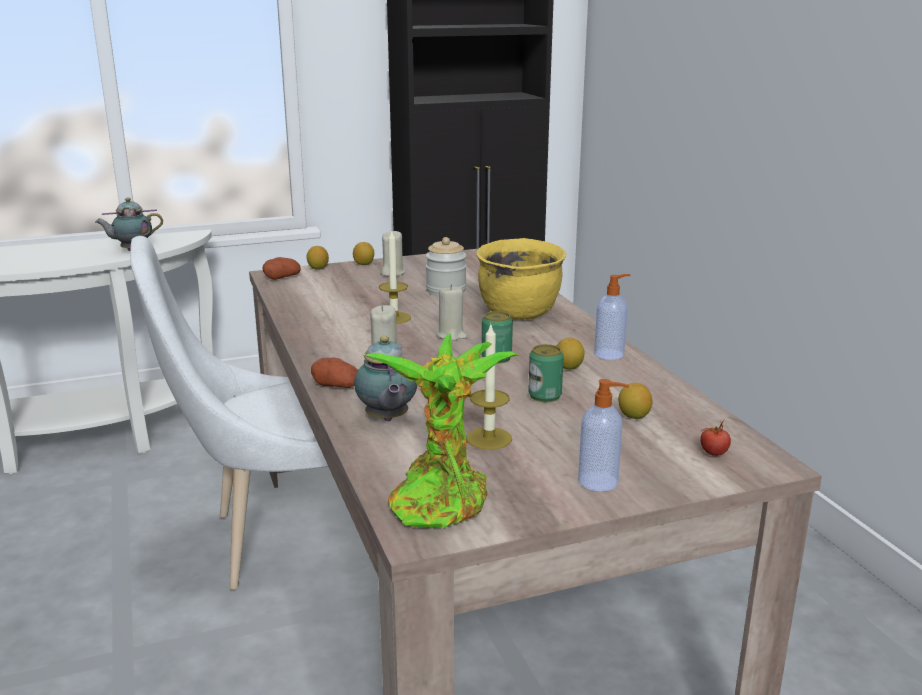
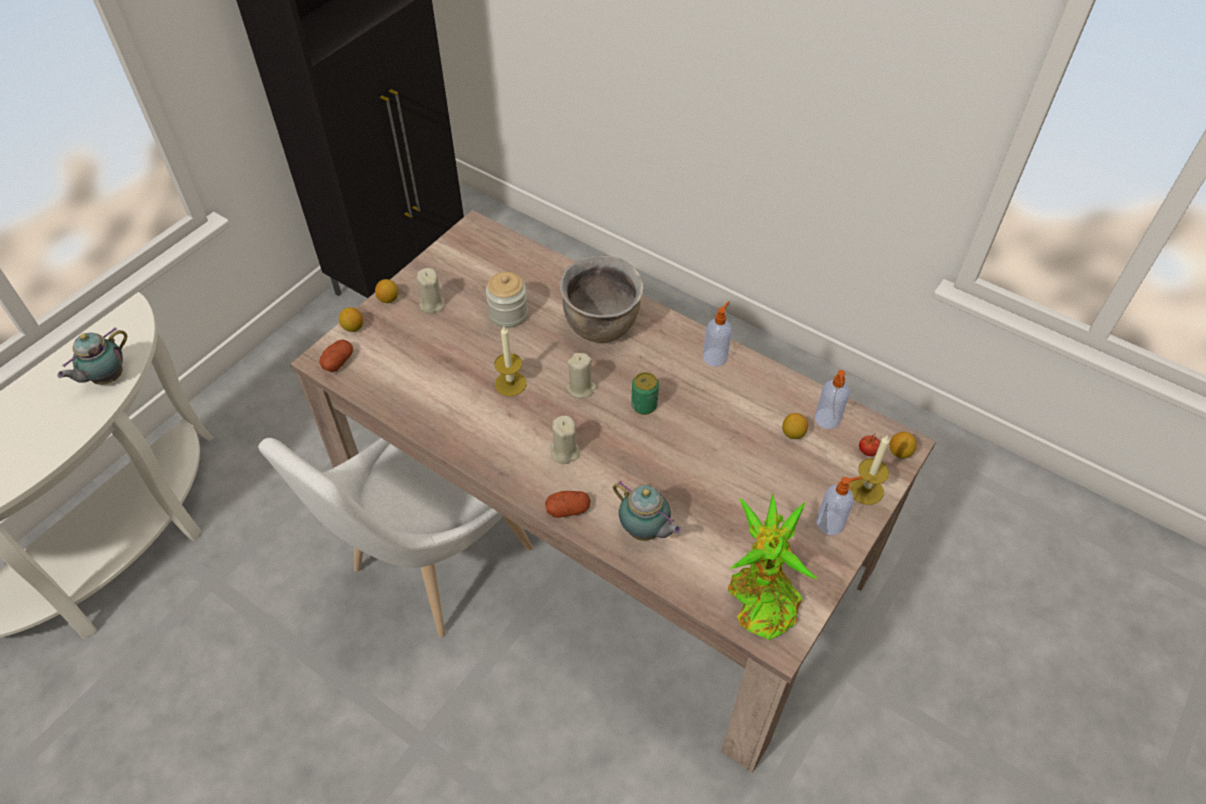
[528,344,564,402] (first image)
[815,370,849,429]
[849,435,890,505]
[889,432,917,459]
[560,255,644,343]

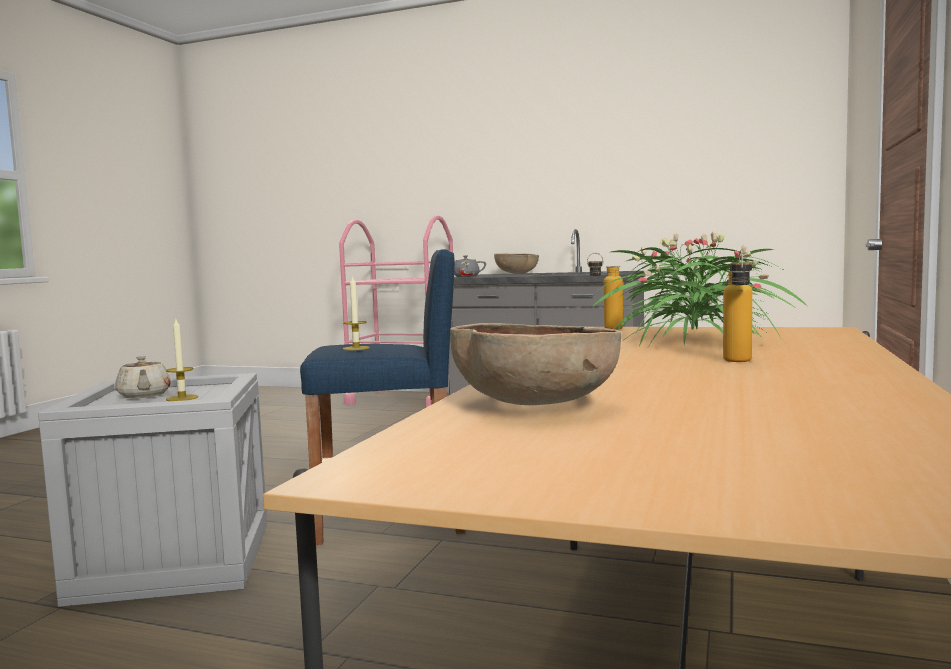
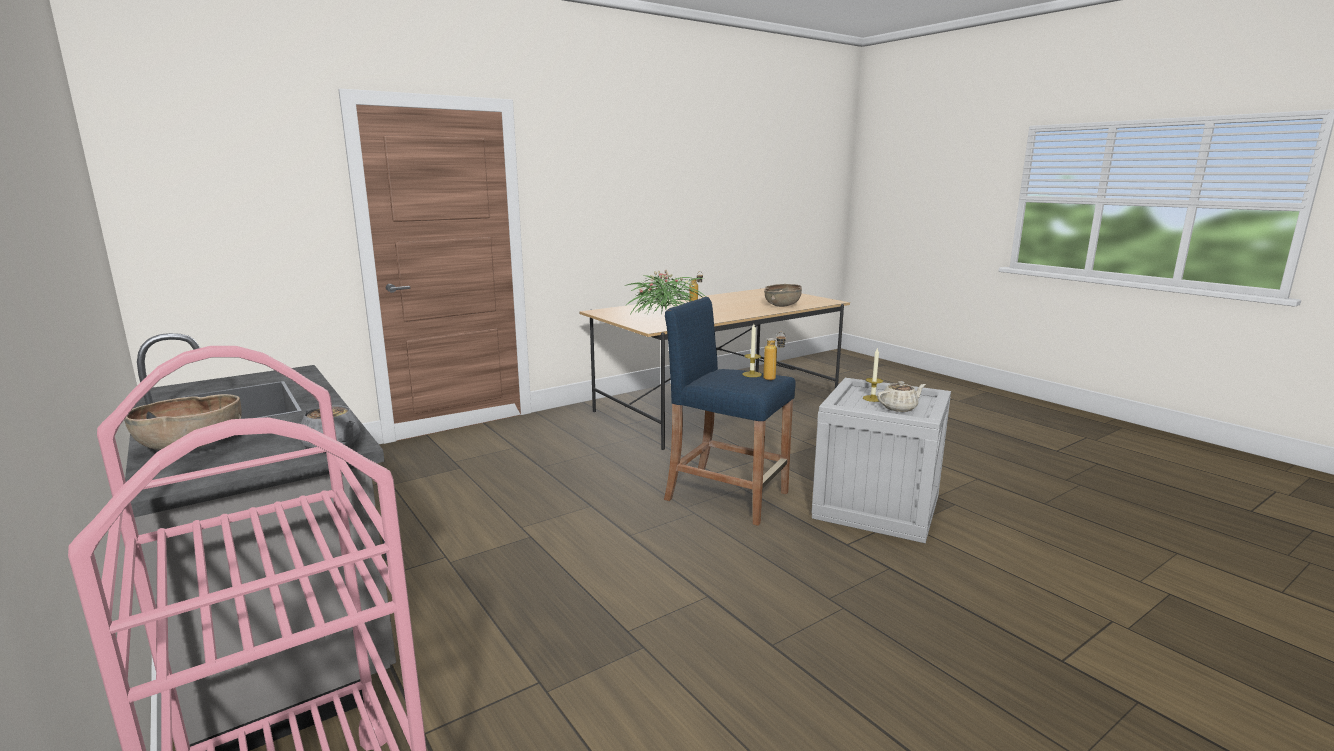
[763,332,786,380]
[877,381,926,412]

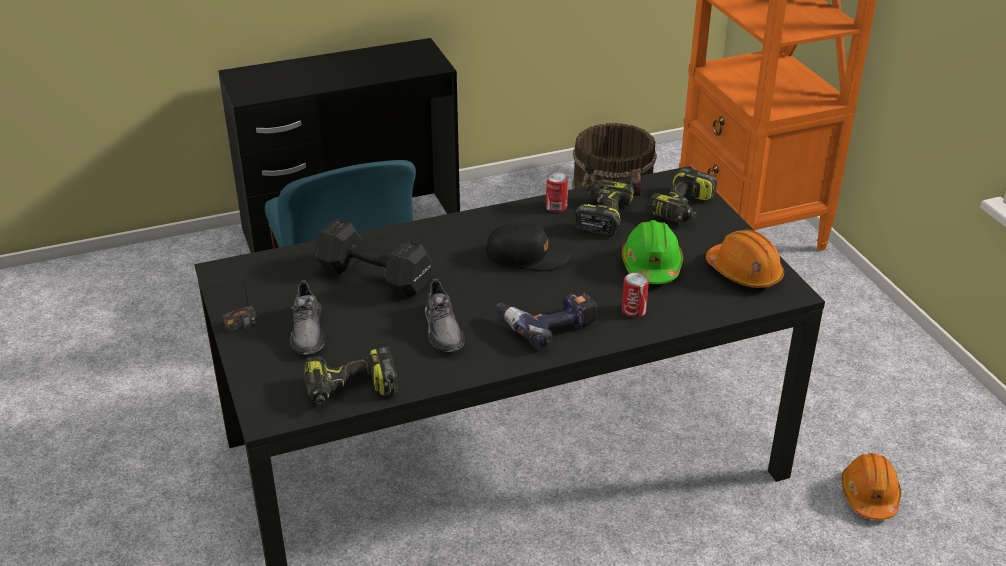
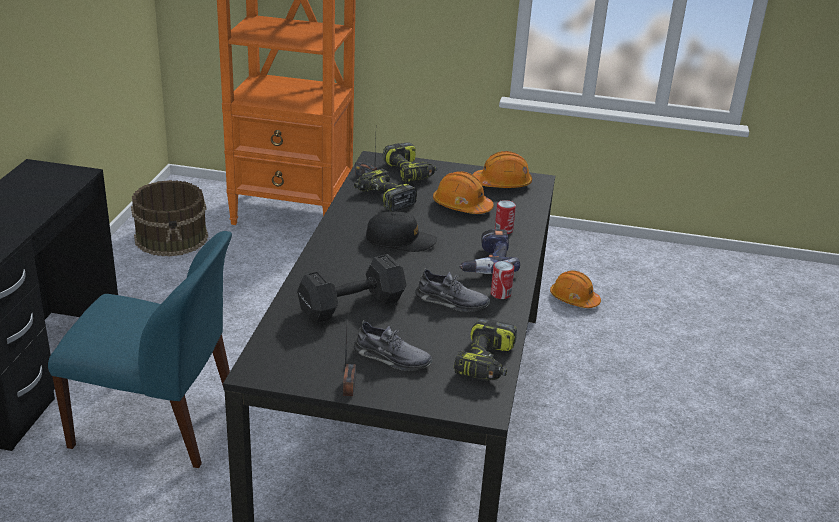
[491,261,514,299]
[433,171,494,214]
[366,212,437,252]

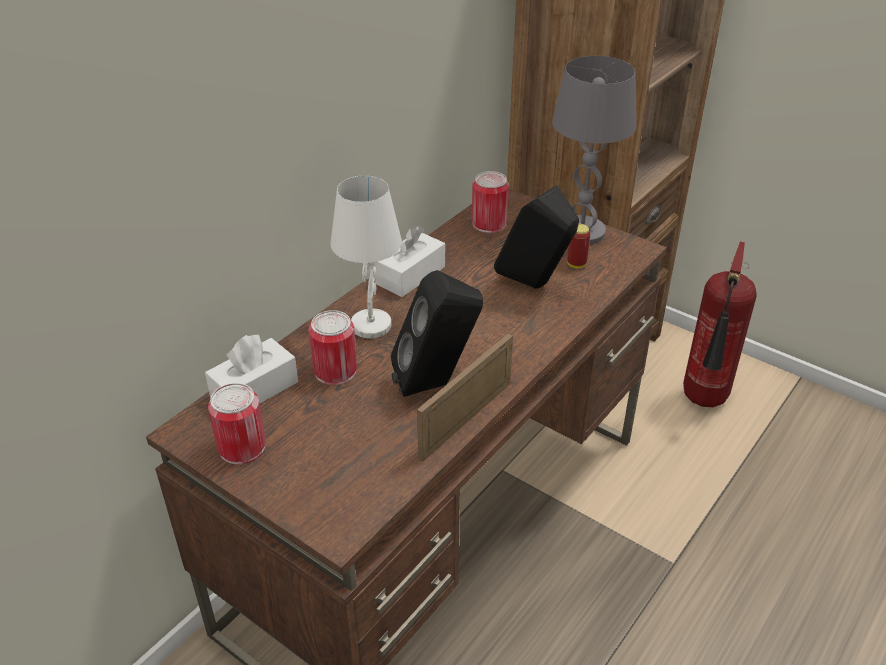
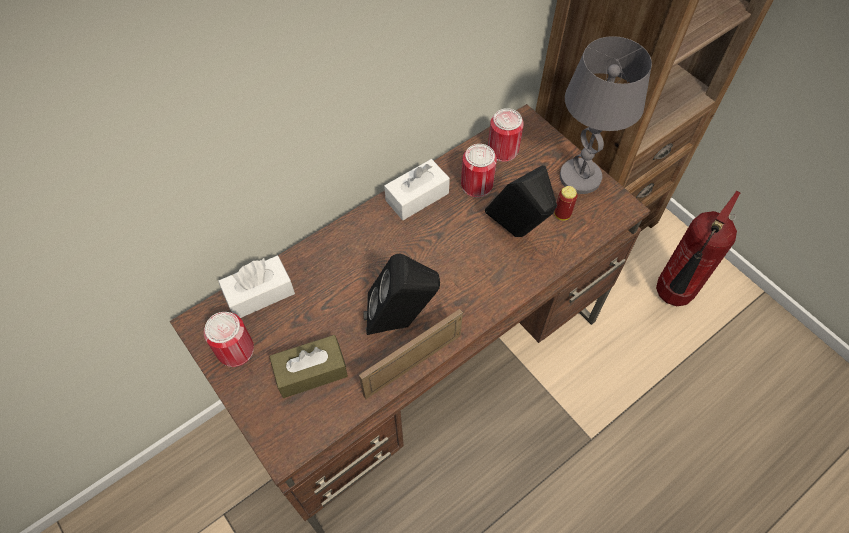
[330,176,402,338] (first image)
[269,335,348,398]
[461,144,497,198]

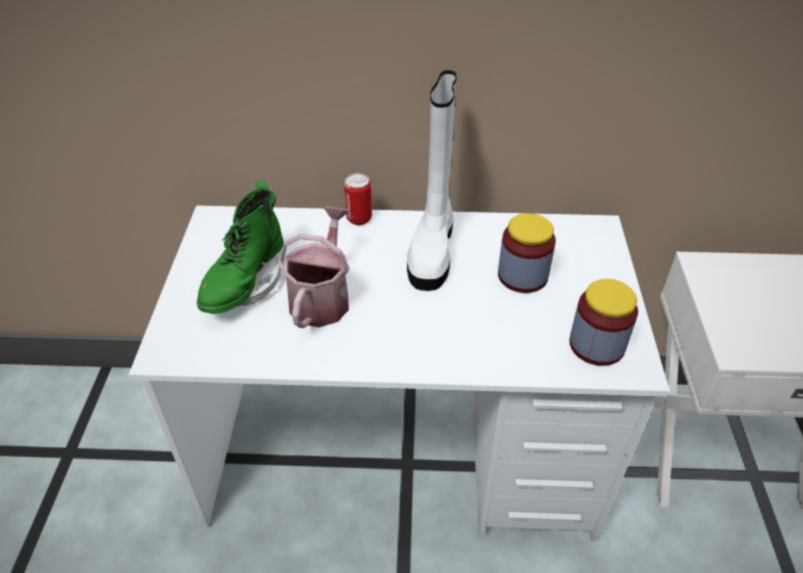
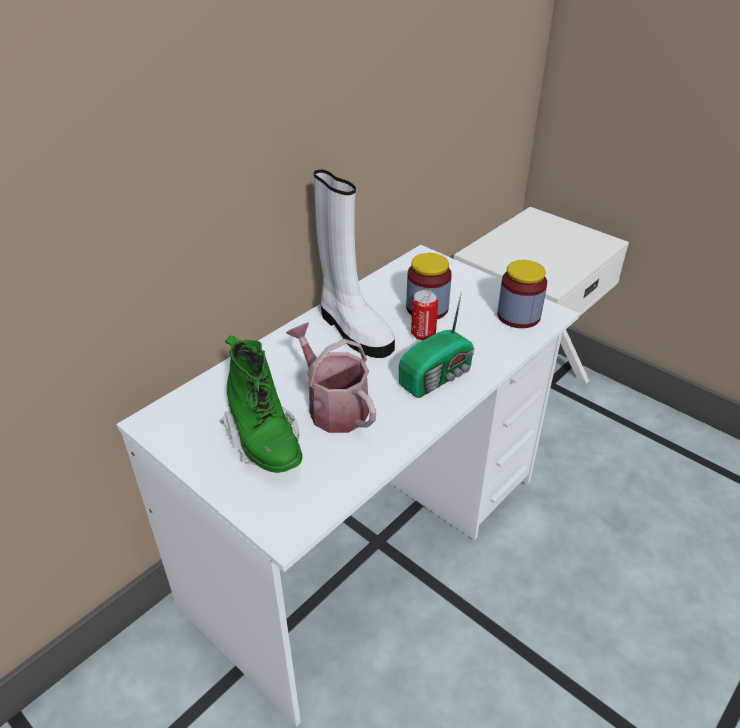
[399,292,474,398]
[411,290,438,340]

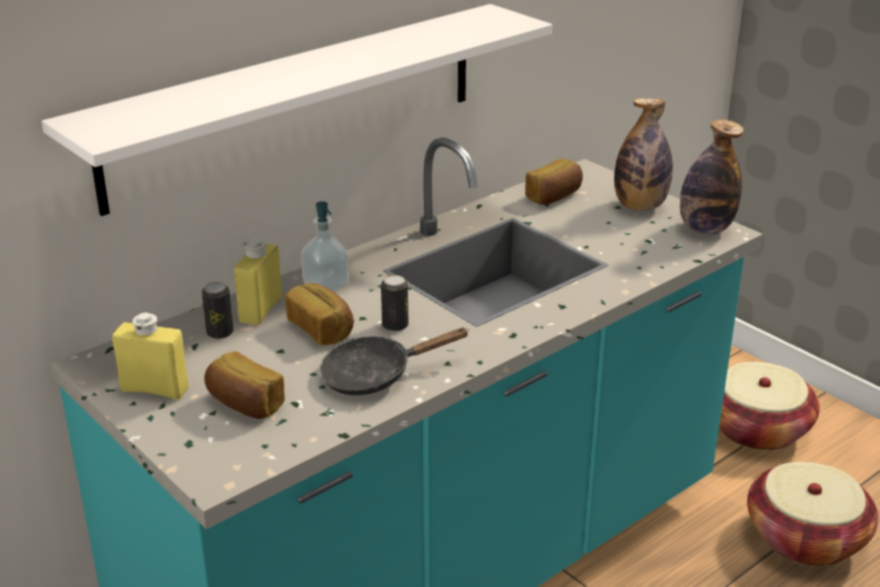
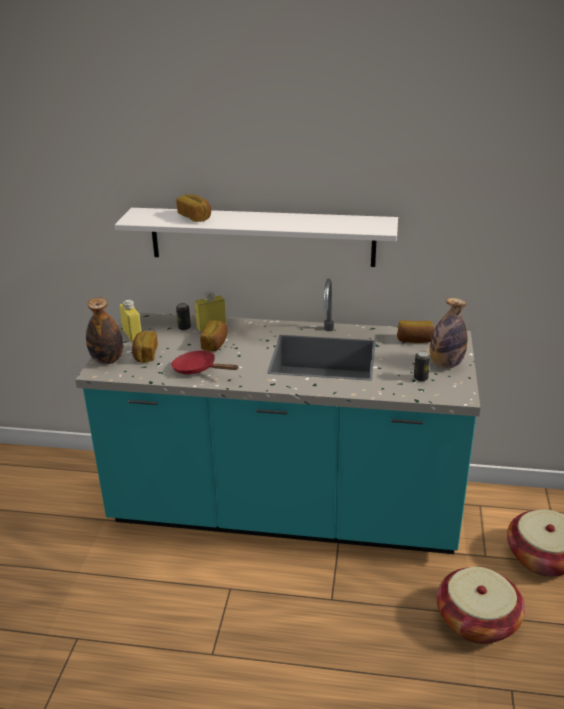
[301,201,349,292] (first image)
[176,194,211,222]
[414,351,430,382]
[86,298,123,364]
[172,350,238,374]

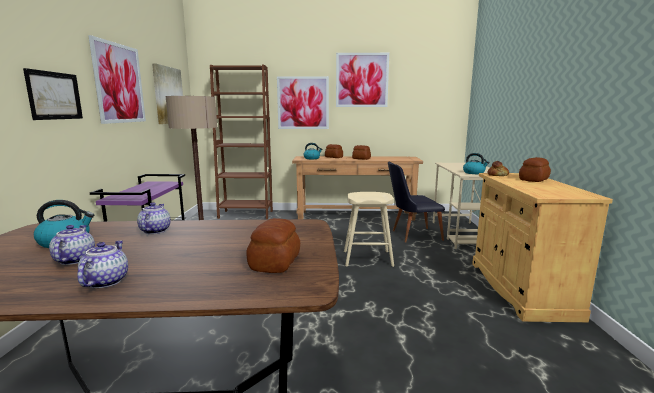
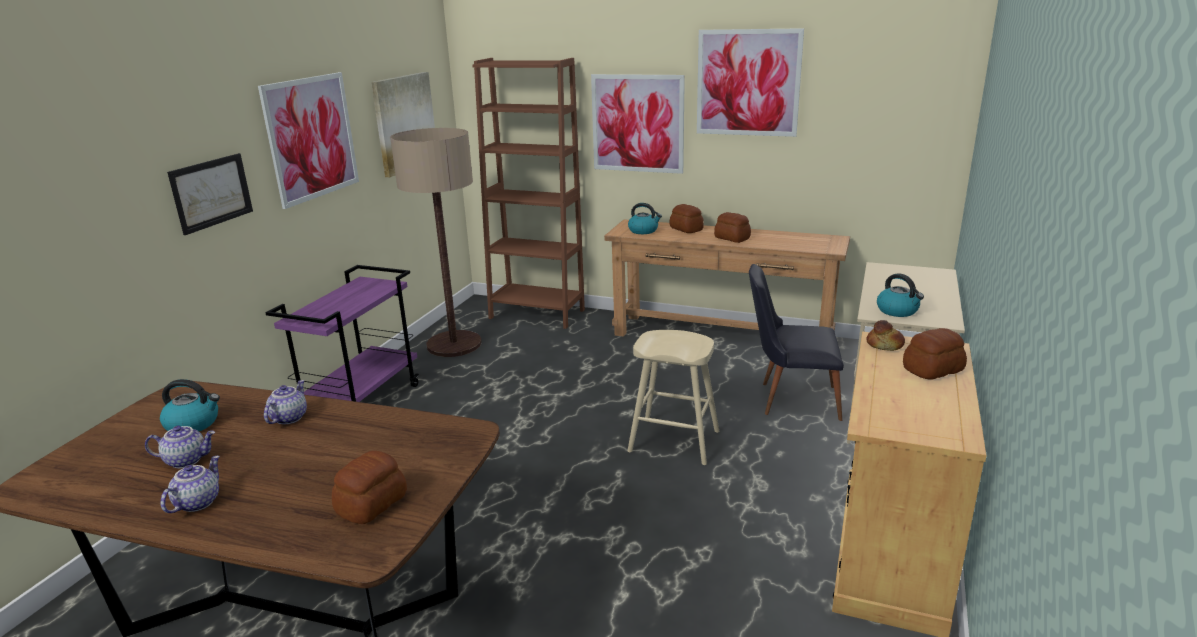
[145,426,215,469]

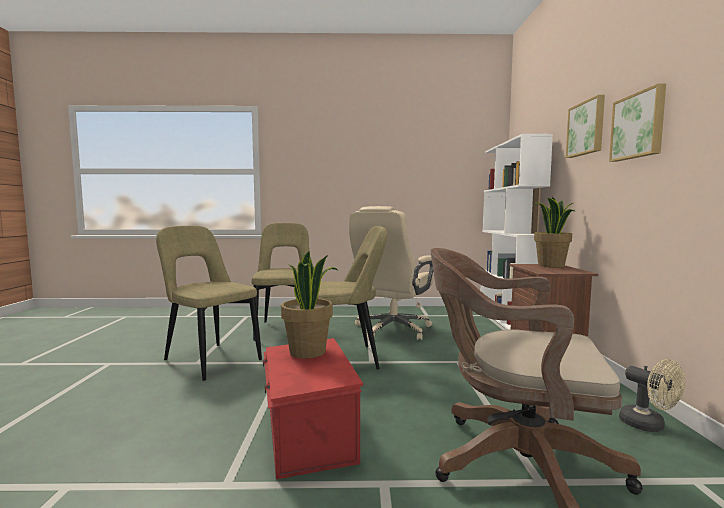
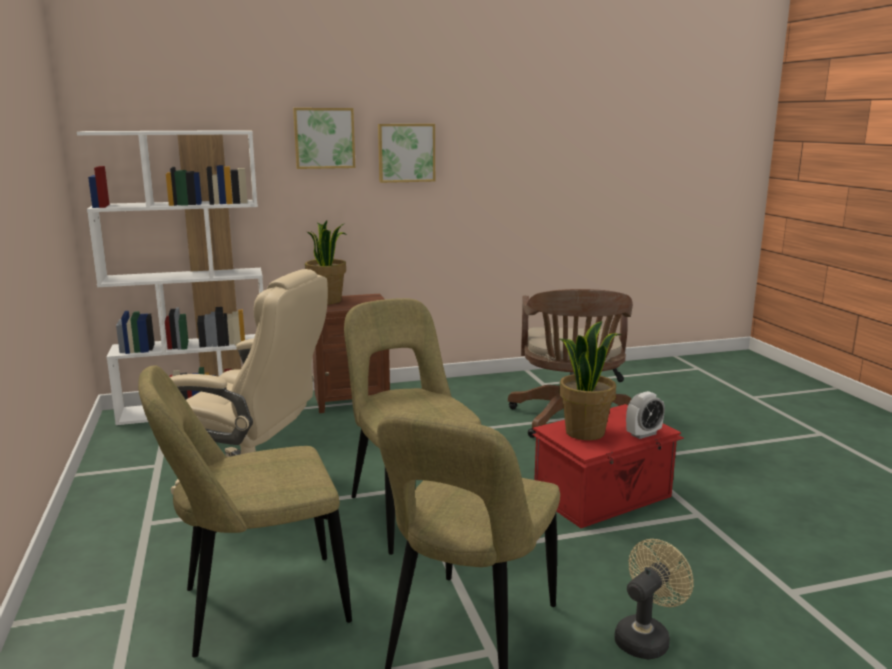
[626,391,665,439]
[615,539,694,659]

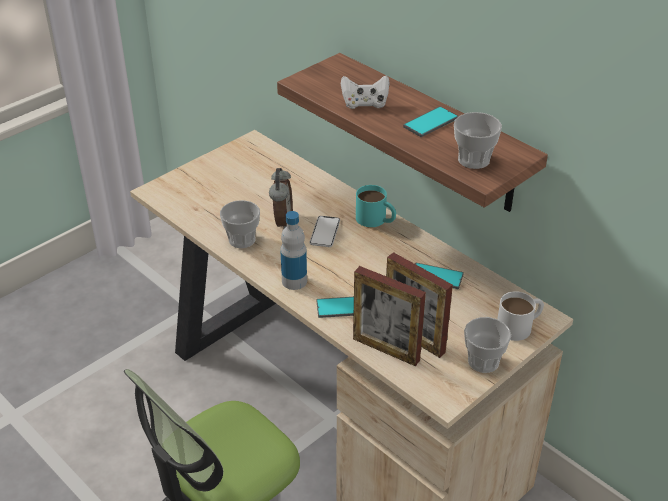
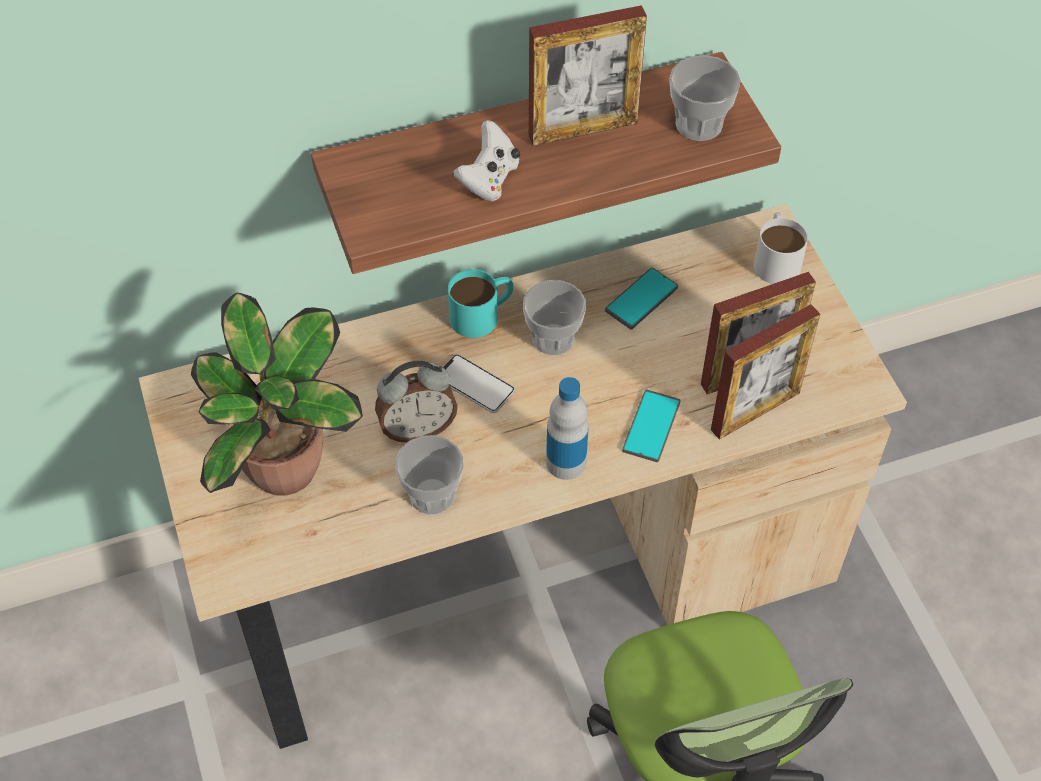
[191,292,363,496]
[523,280,586,355]
[529,5,647,146]
[375,361,458,443]

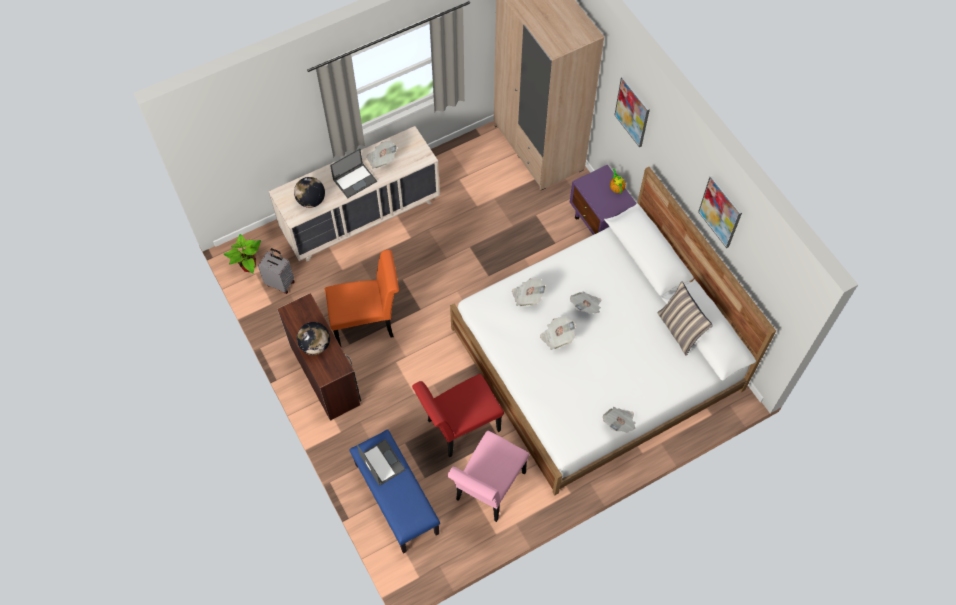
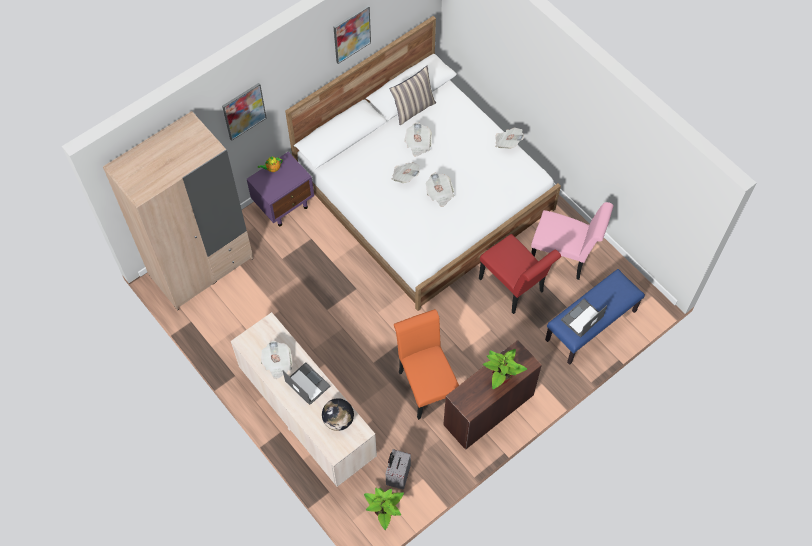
[404,122,432,157]
[483,349,527,389]

